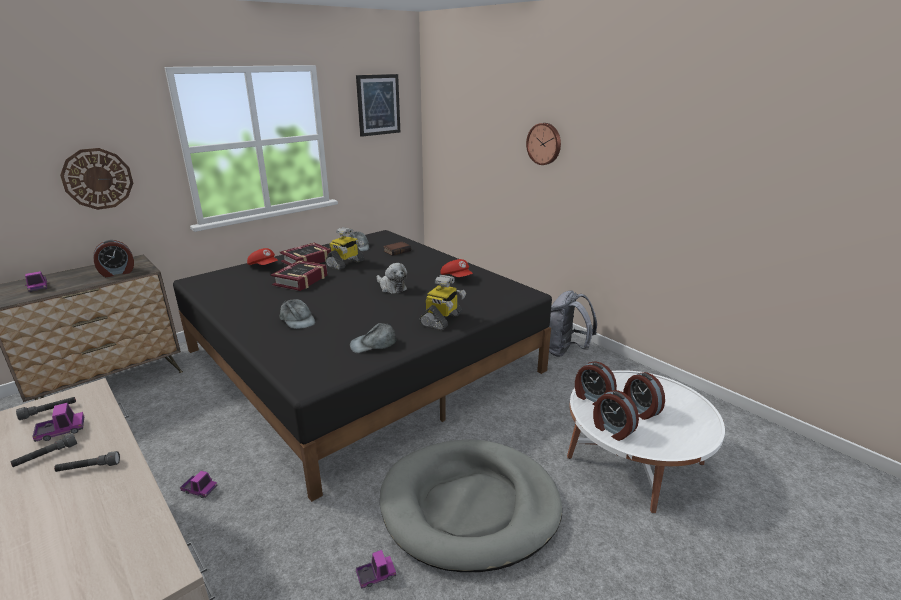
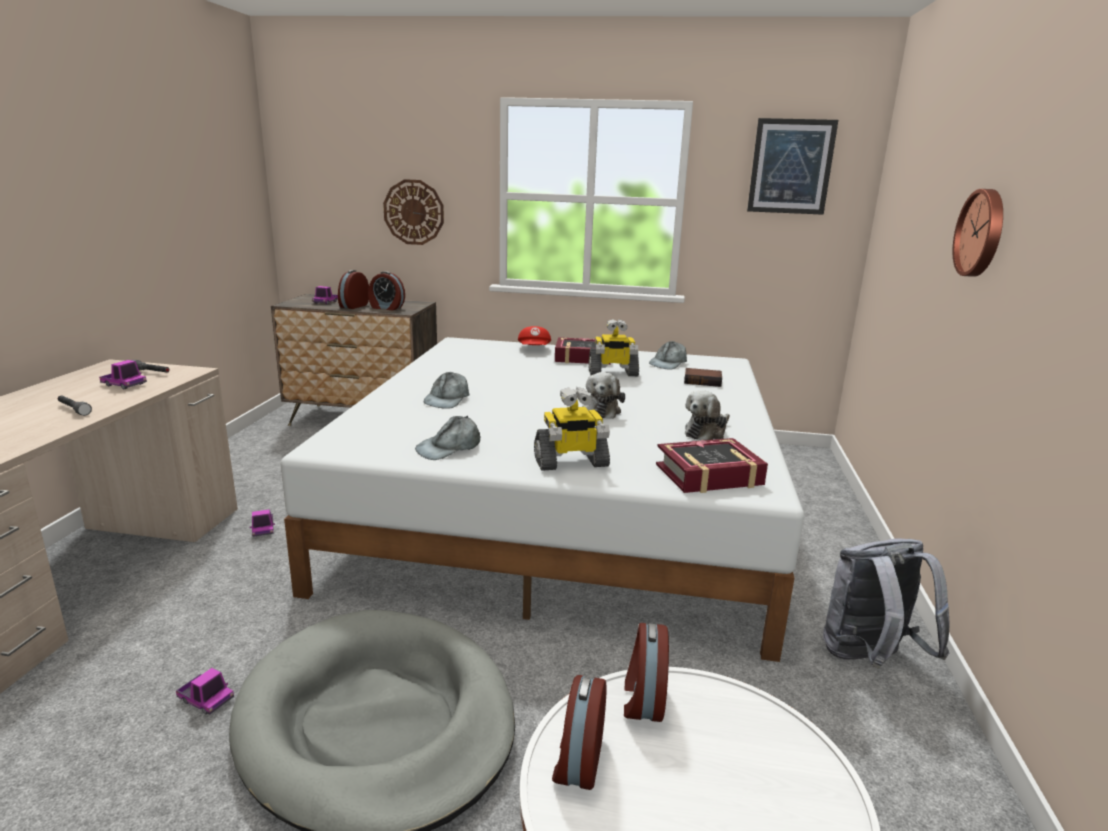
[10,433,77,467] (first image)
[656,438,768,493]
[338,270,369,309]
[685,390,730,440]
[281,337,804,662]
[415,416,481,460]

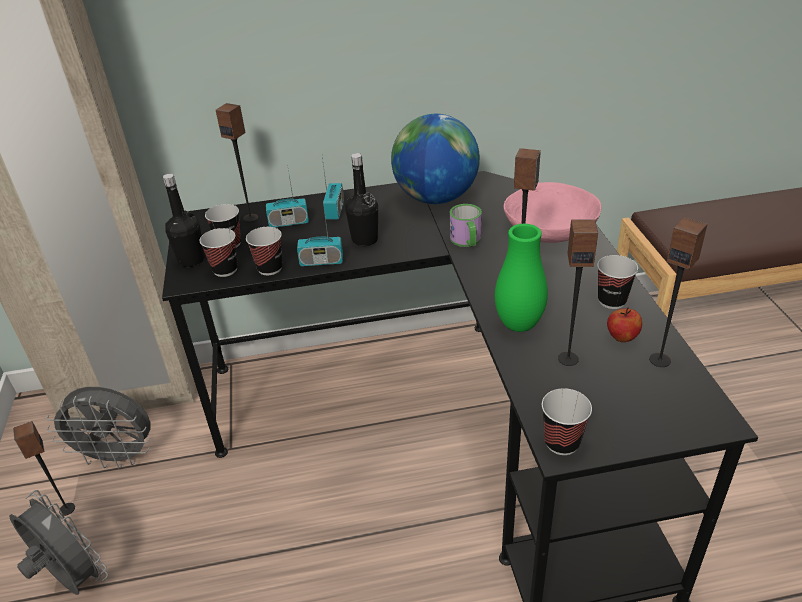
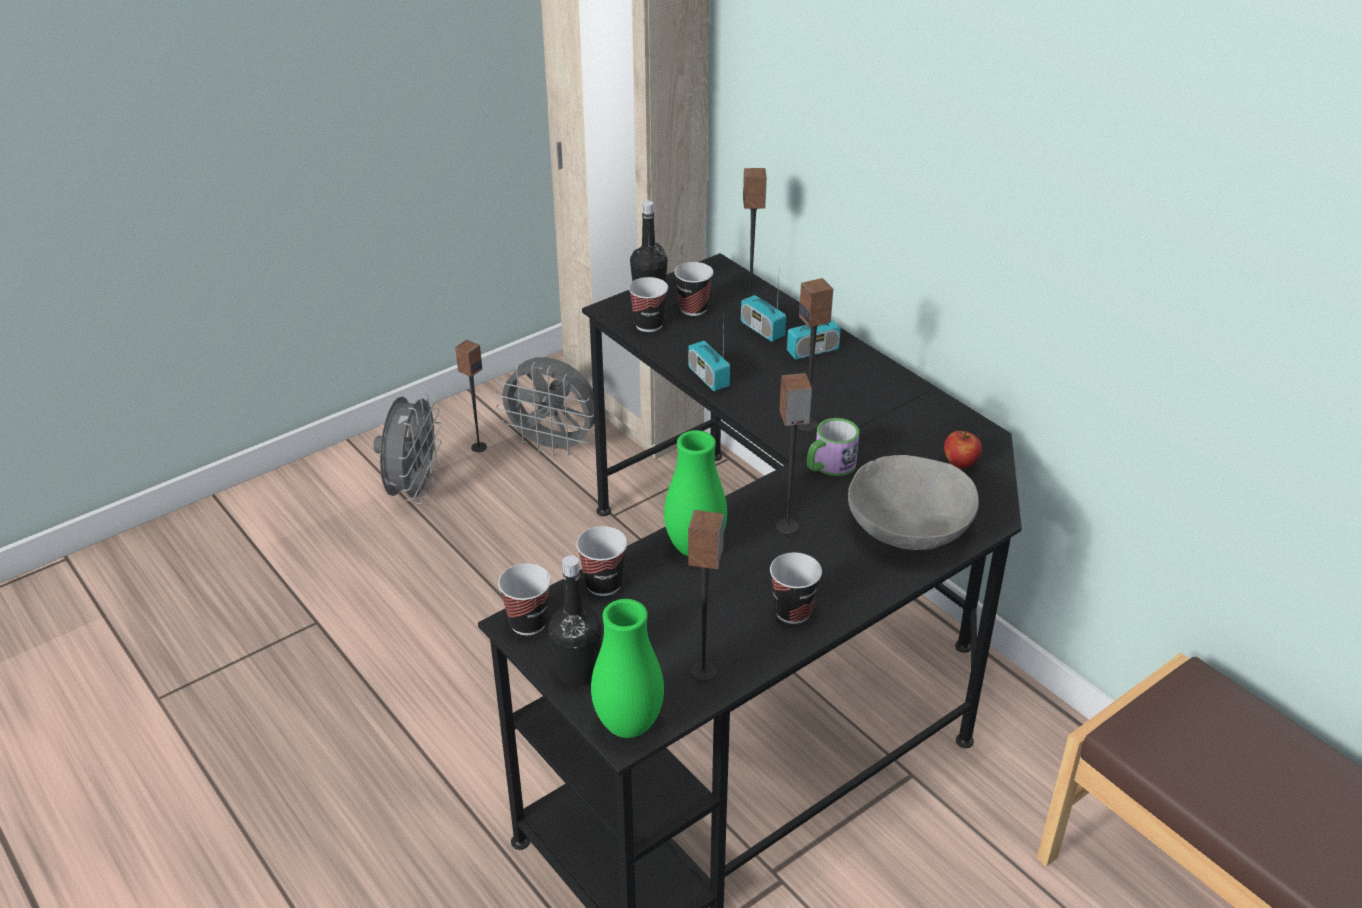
[391,114,480,204] (first image)
[591,599,664,738]
[576,526,627,596]
[548,555,602,686]
[797,278,833,431]
[944,430,982,469]
[848,455,979,550]
[494,357,595,456]

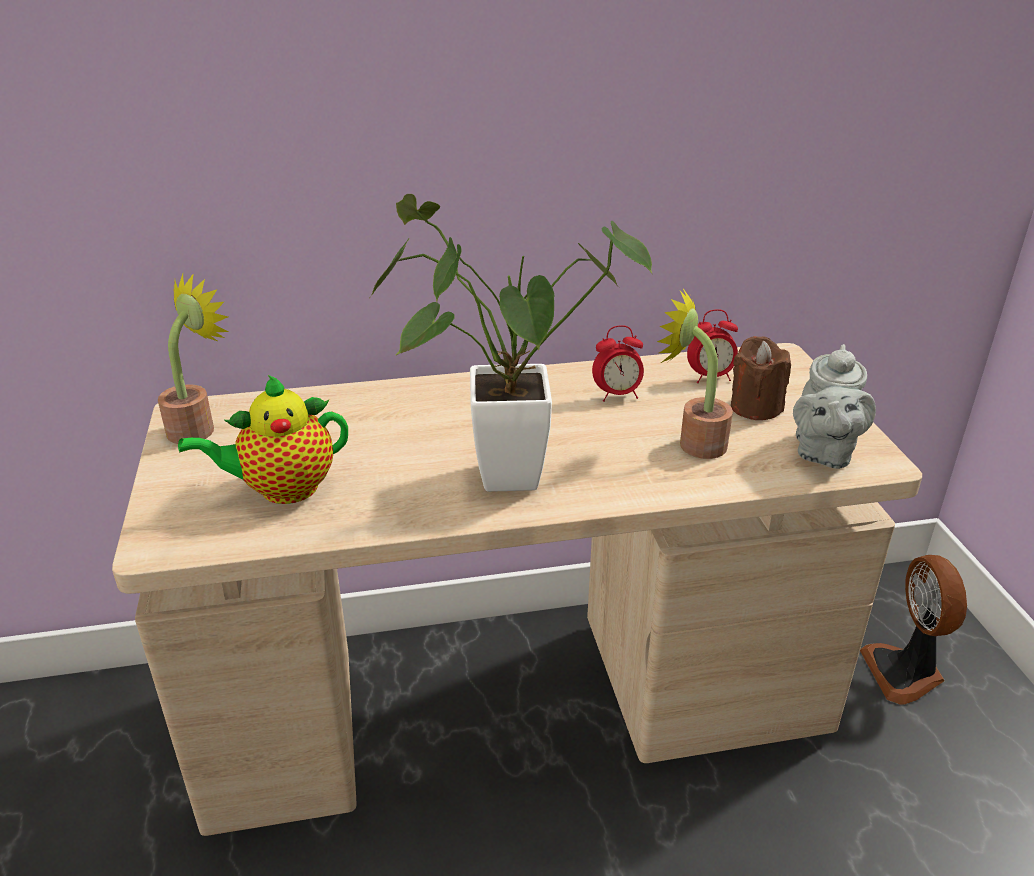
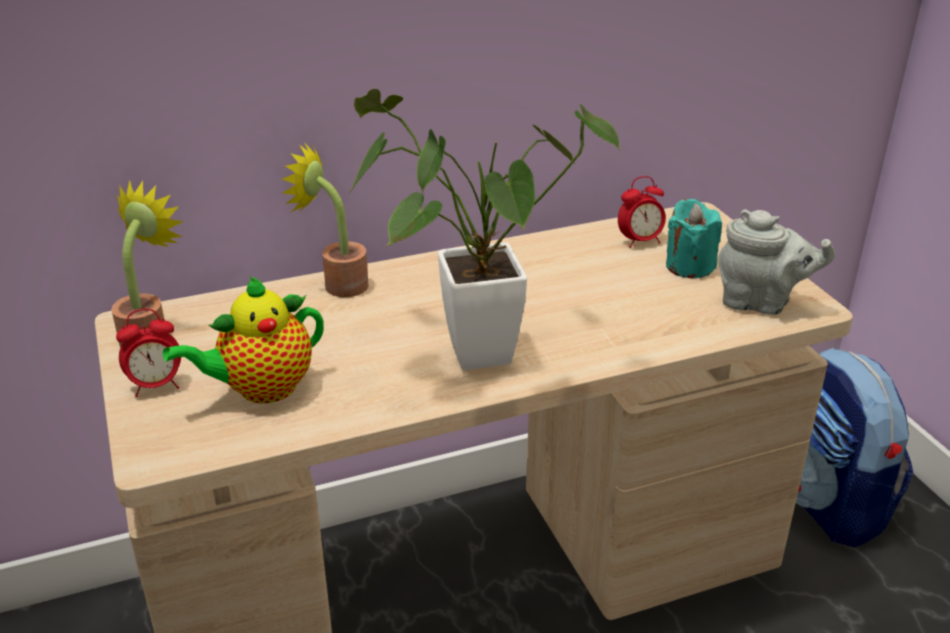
[116,309,181,397]
[282,144,369,297]
[796,347,913,547]
[666,199,722,279]
[718,209,835,315]

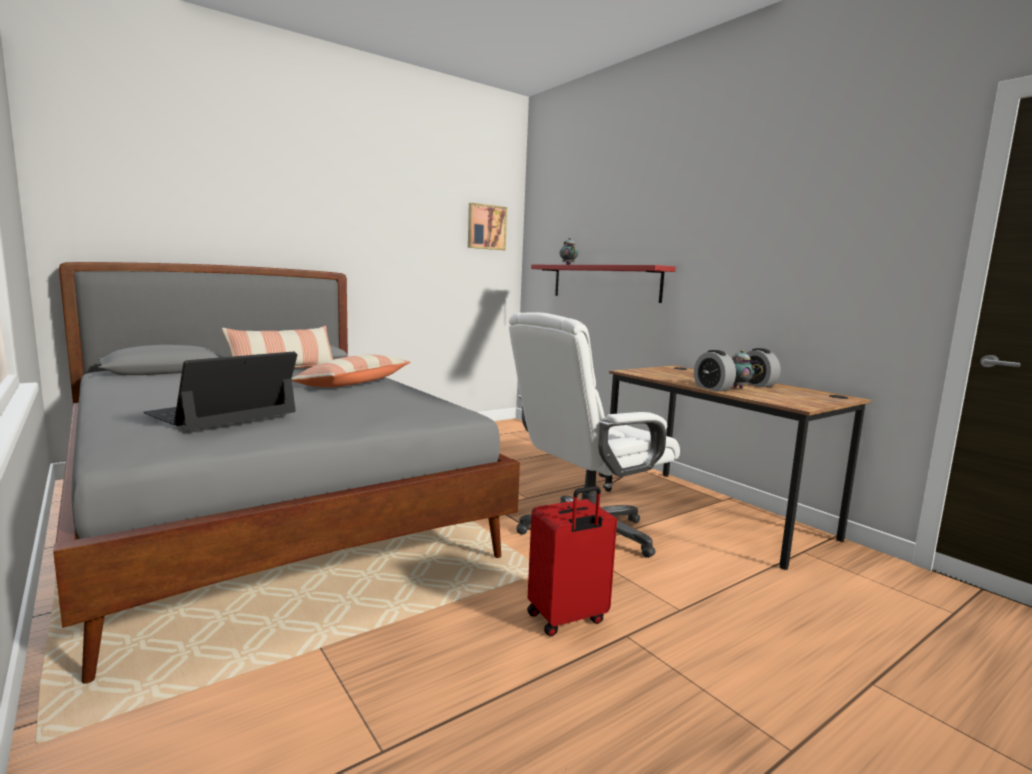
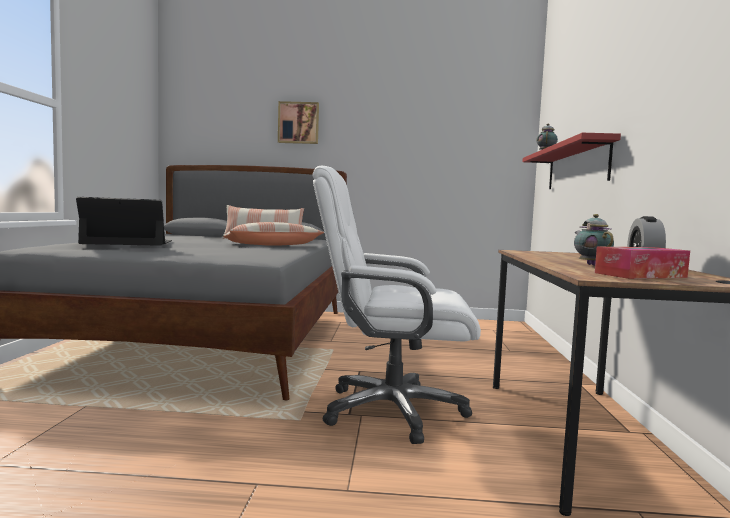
[527,486,617,636] (first image)
[694,350,736,391] (first image)
[595,247,690,279]
[278,101,319,144]

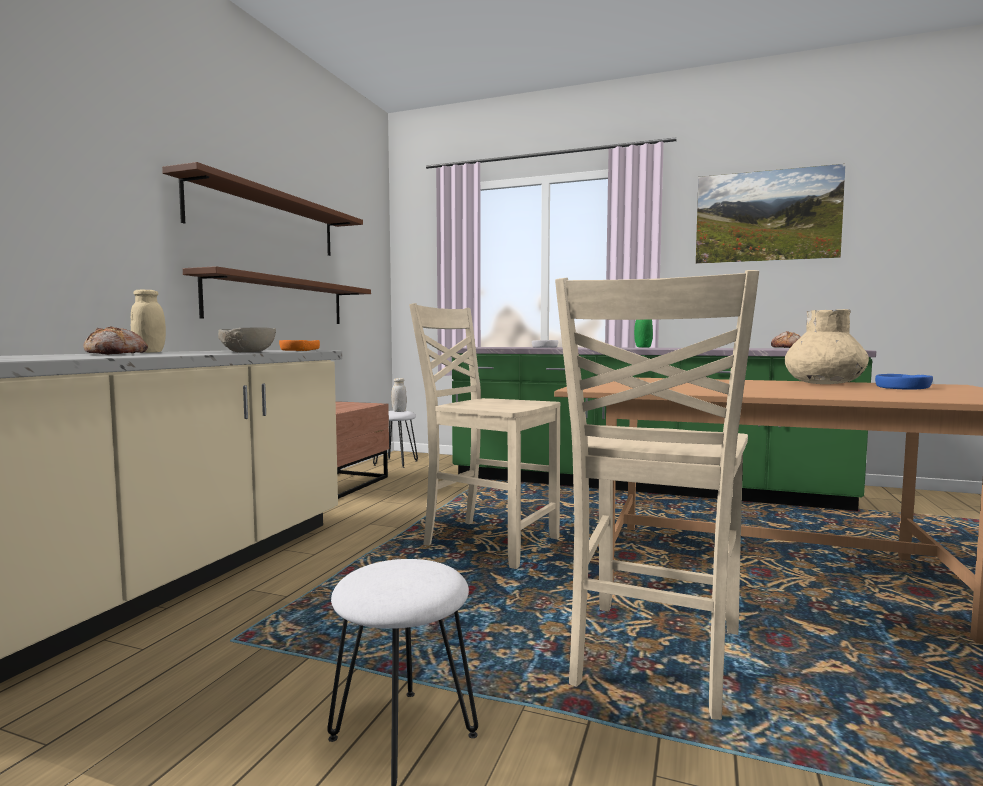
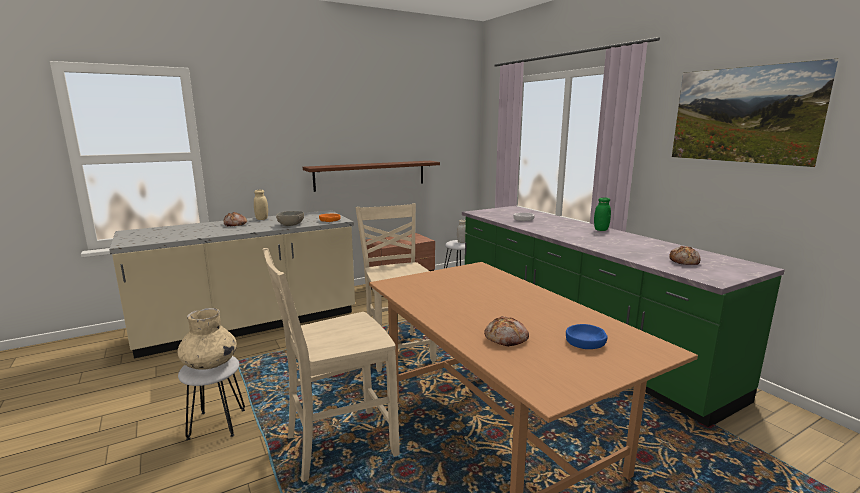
[162,162,363,256] (first image)
[484,316,529,347]
[178,308,237,370]

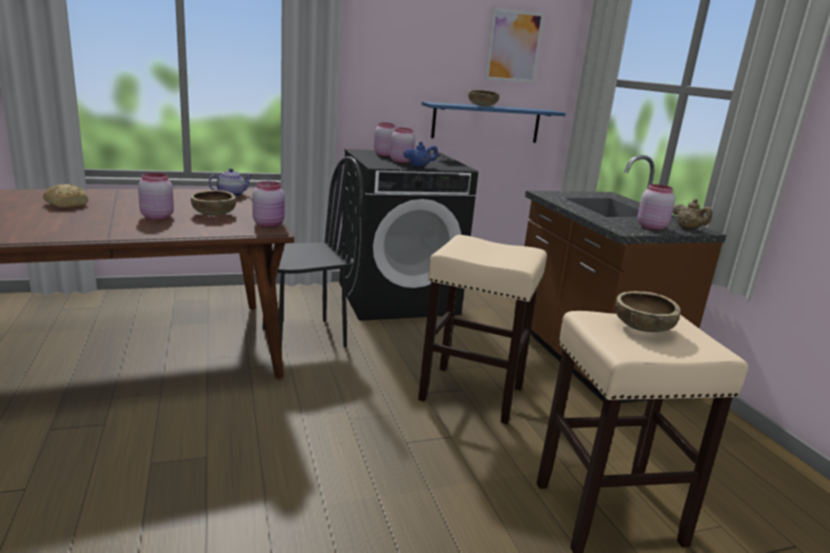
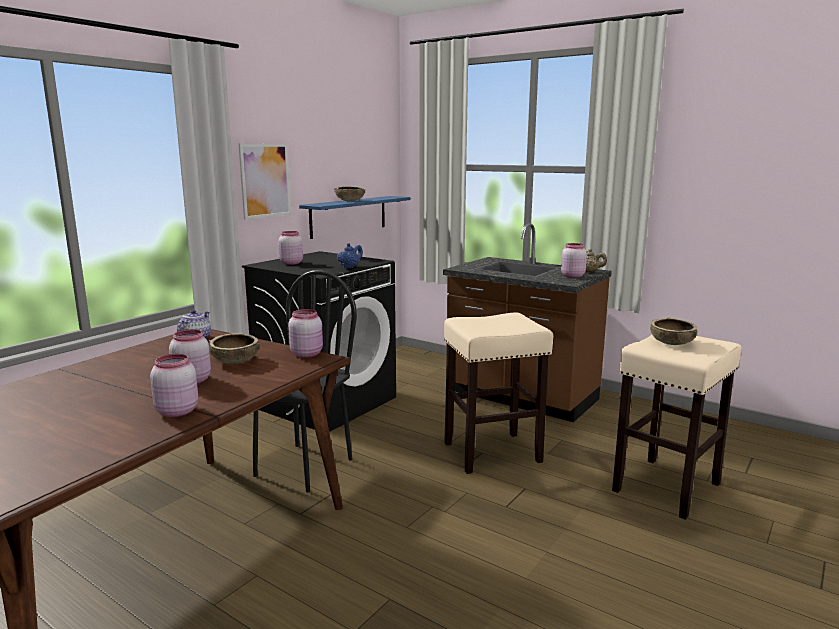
[43,184,88,208] (first image)
[150,354,198,417]
[238,143,291,220]

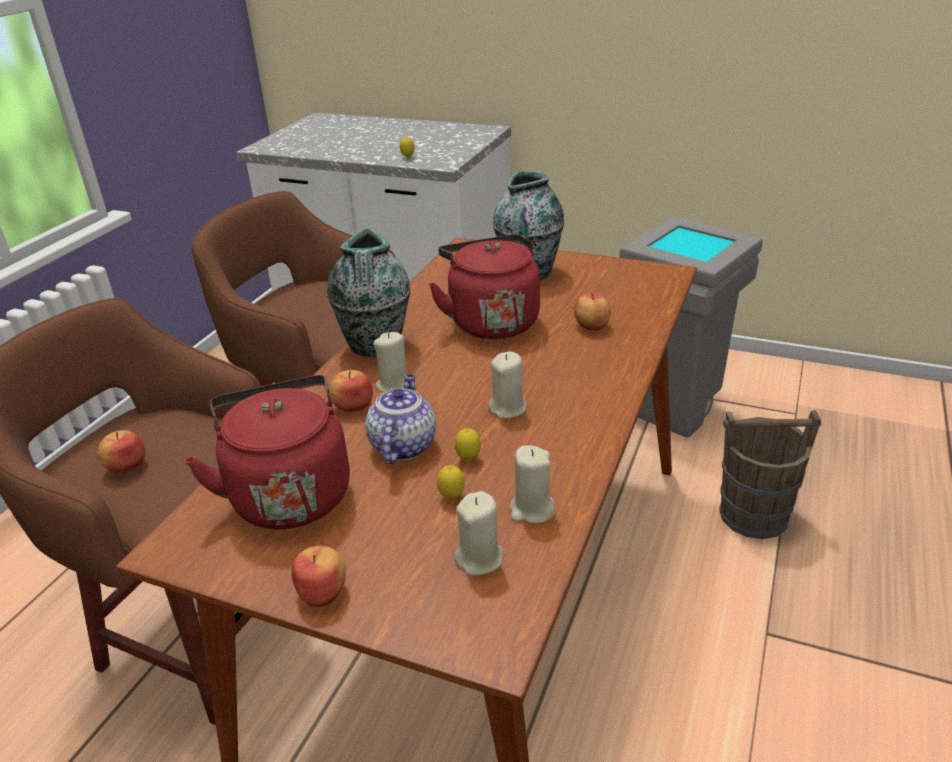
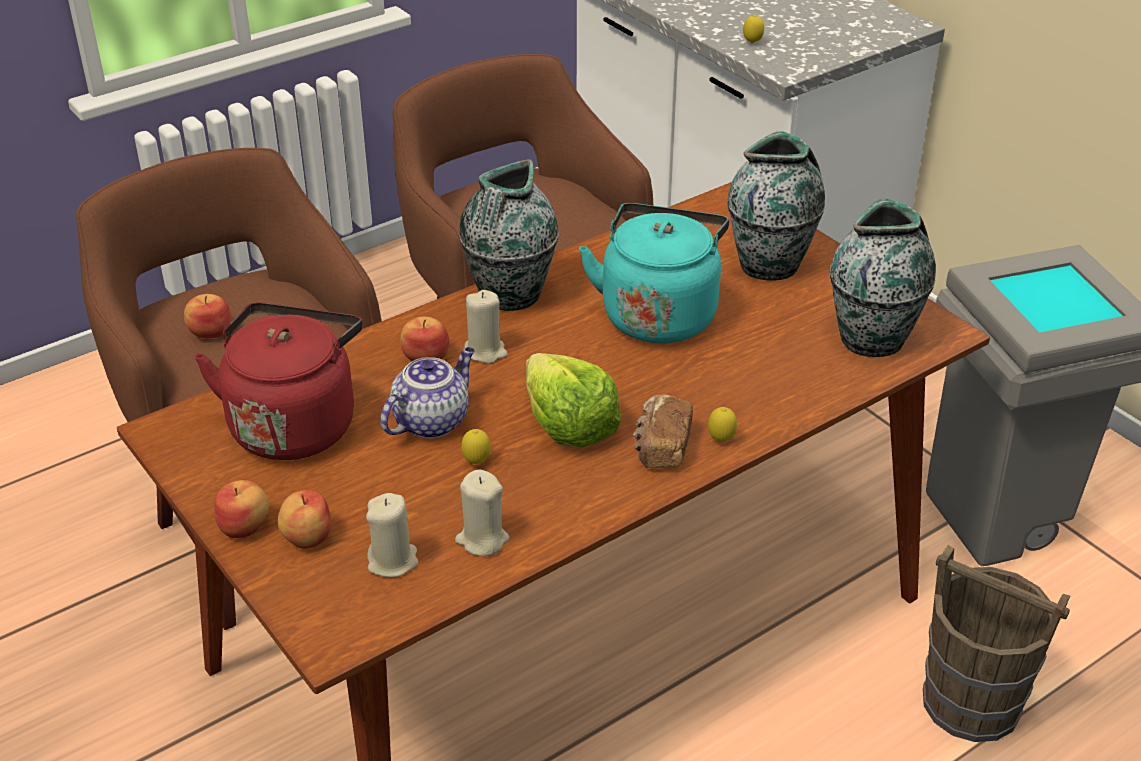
[633,394,693,468]
[830,199,936,357]
[708,407,737,442]
[277,490,332,549]
[526,353,621,447]
[579,203,729,343]

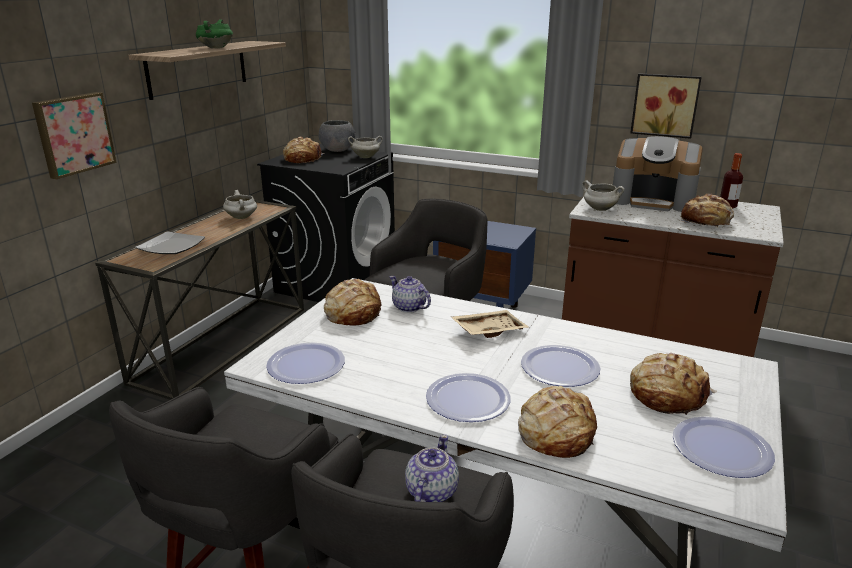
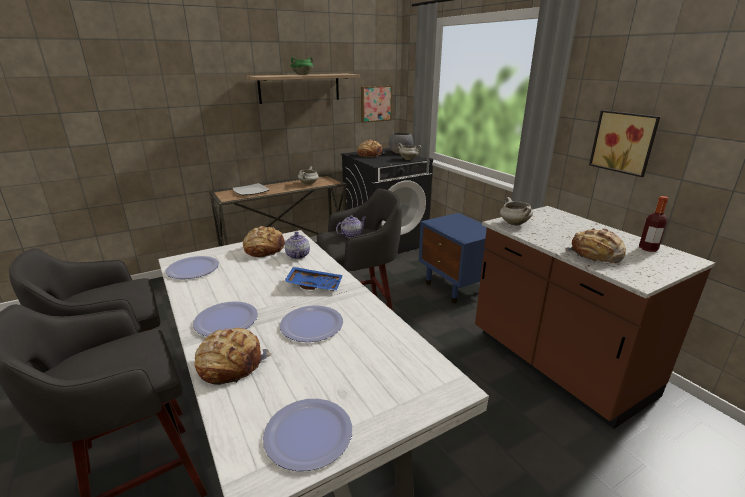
[613,136,703,212] (first image)
[630,353,717,415] (first image)
[361,85,392,123]
[336,215,366,238]
[284,267,343,291]

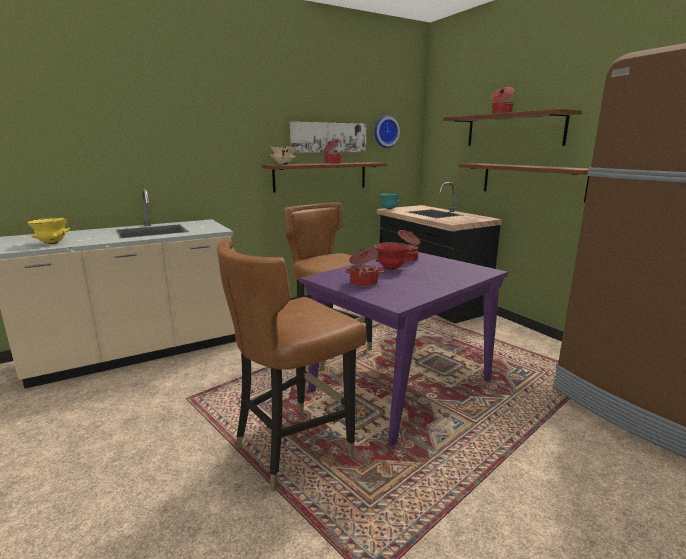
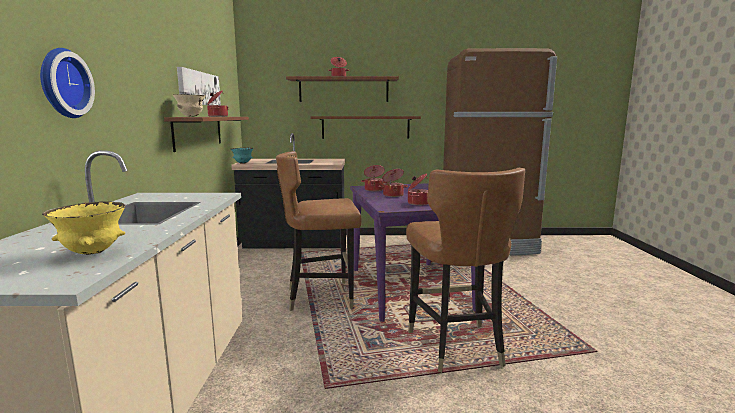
[40,48,95,118]
[379,169,408,197]

